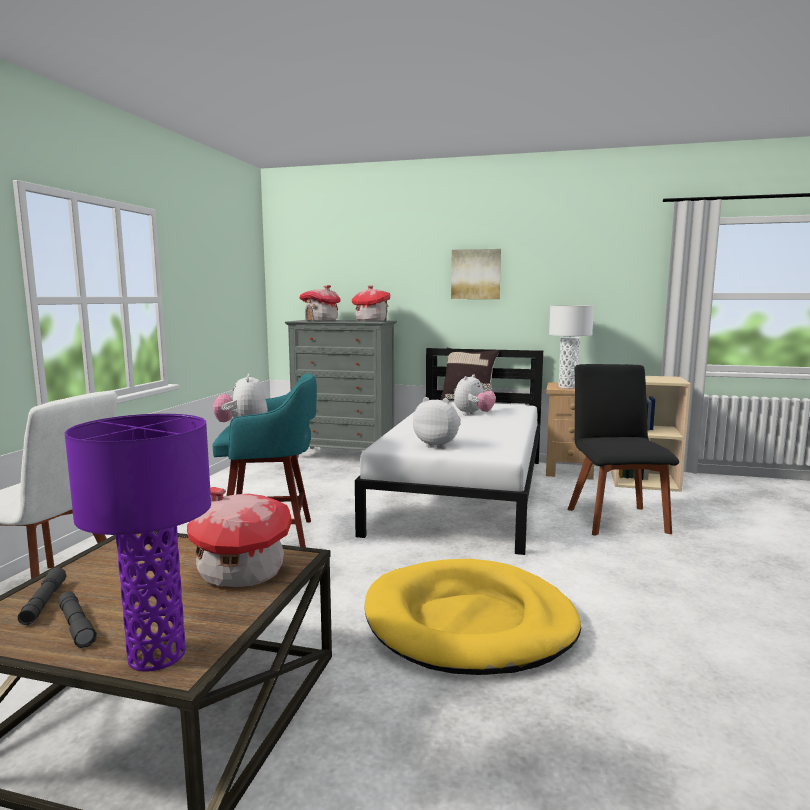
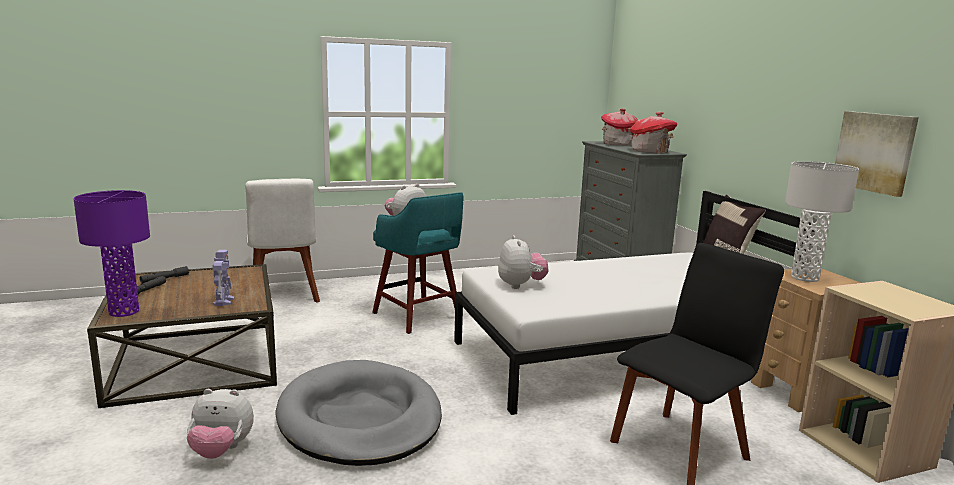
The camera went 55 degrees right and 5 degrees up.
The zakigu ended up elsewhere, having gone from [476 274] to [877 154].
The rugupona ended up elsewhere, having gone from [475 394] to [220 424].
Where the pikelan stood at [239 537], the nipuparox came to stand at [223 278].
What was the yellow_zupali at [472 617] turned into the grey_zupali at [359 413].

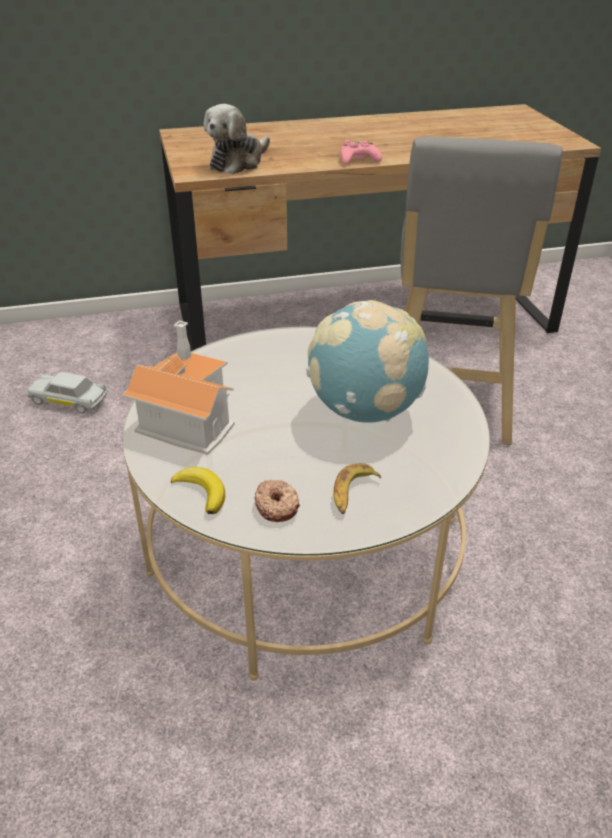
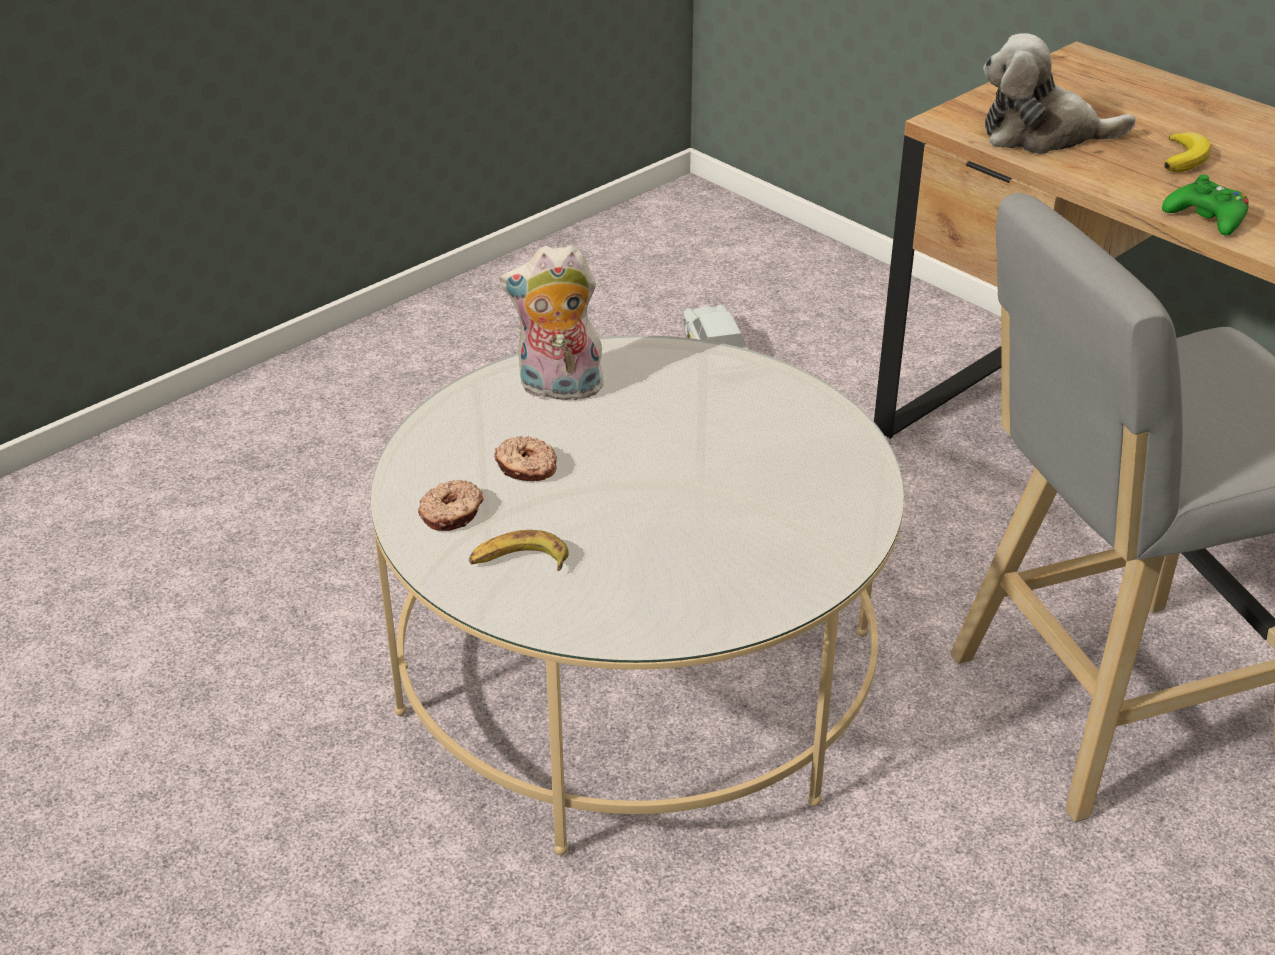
The camera went 60 degrees right and 0 degrees up.
The second view lost the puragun at [367 361].
The second view gained the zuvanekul at [525 458].
The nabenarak ended up elsewhere, having gone from [198 490] to [1187 152].
Where the pikelan stood at [178 388], the rugupona came to stand at [554 325].
What was the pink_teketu at [361 152] turned into the green_teketu at [1205 205].

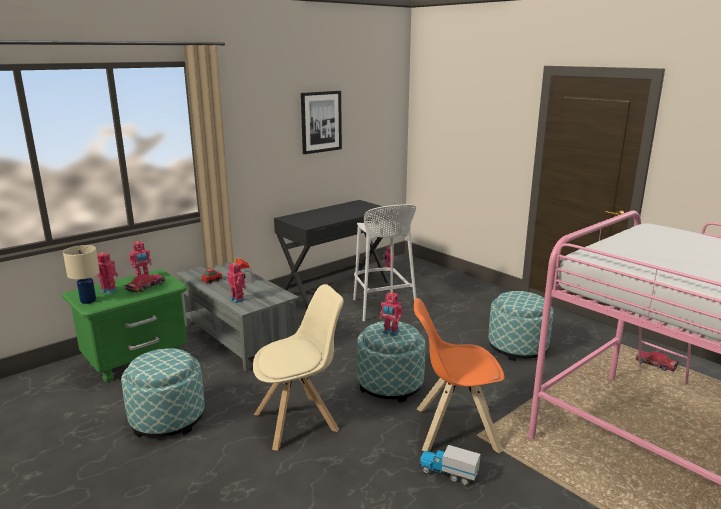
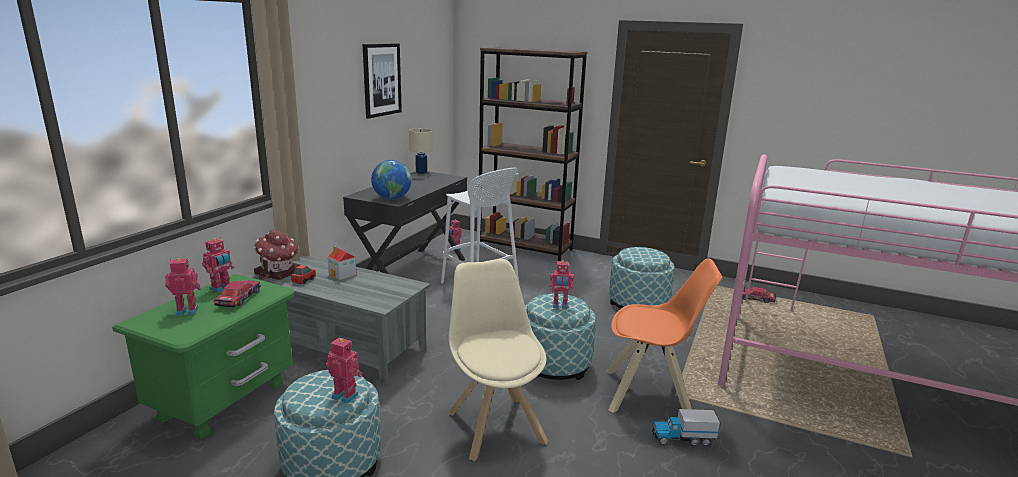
The camera went 25 degrees left and 0 degrees up.
The second view gained the pikelan at [276 255].
The second view gained the puragun at [391 180].
The second view gained the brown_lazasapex at [533 154].
The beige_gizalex ended up elsewhere, having gone from [81 274] to [421 151].
The nipuparox ended up elsewhere, having gone from [236 283] to [344 371].
The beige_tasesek at [298 367] ended up facing another way, 60 degrees counterclockwise from before.
The orange_tasesek at [459 375] ended up facing another way, 150 degrees counterclockwise from before.

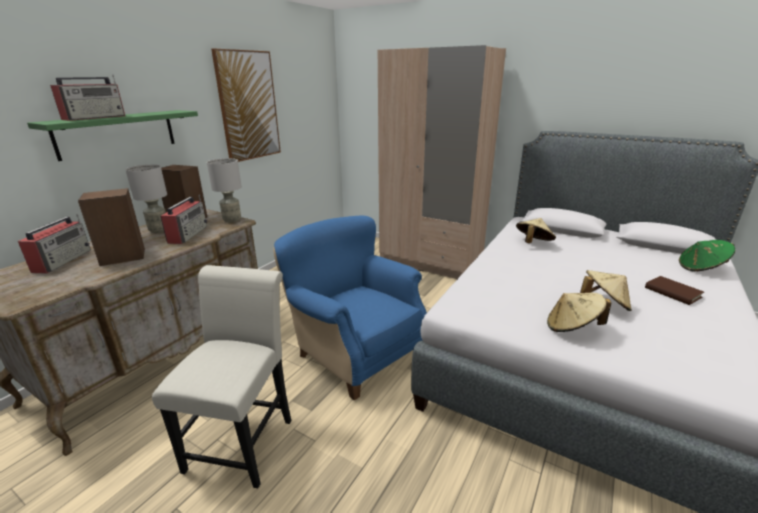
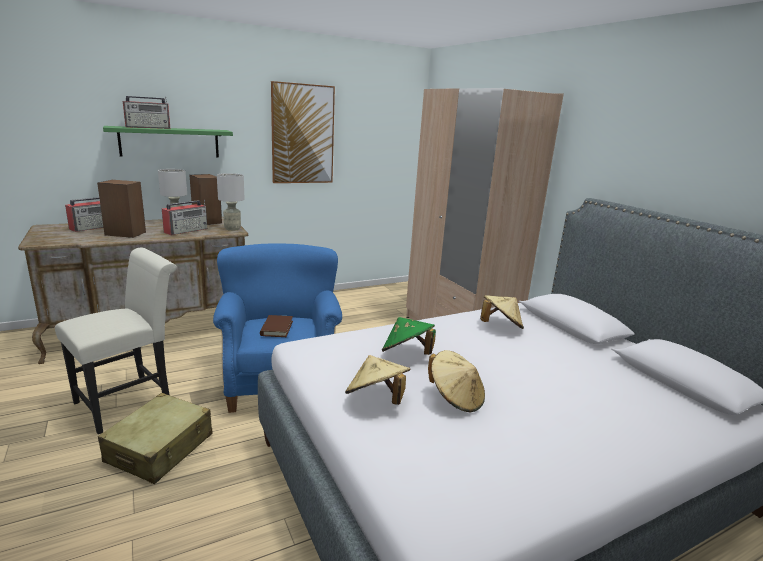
The camera went 30 degrees right and 5 degrees down.
The second view gained the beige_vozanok at [155 438].
The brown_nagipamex ended up elsewhere, having gone from [674 290] to [276 326].
The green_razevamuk ended up elsewhere, having gone from [707 255] to [409 336].

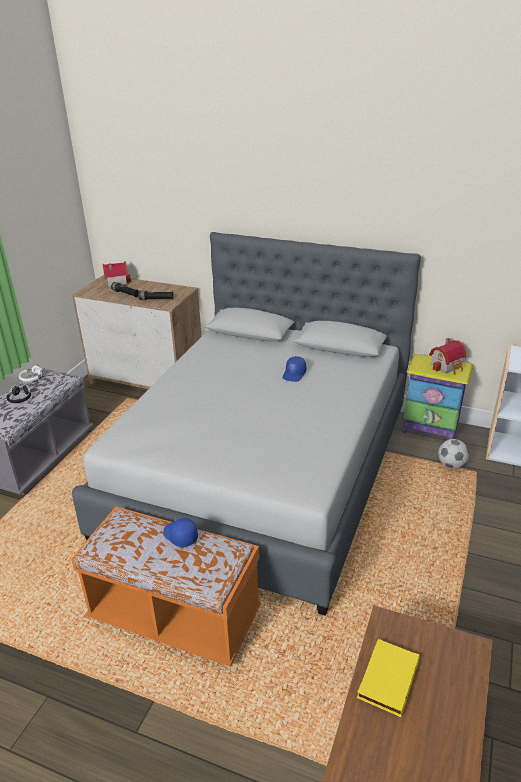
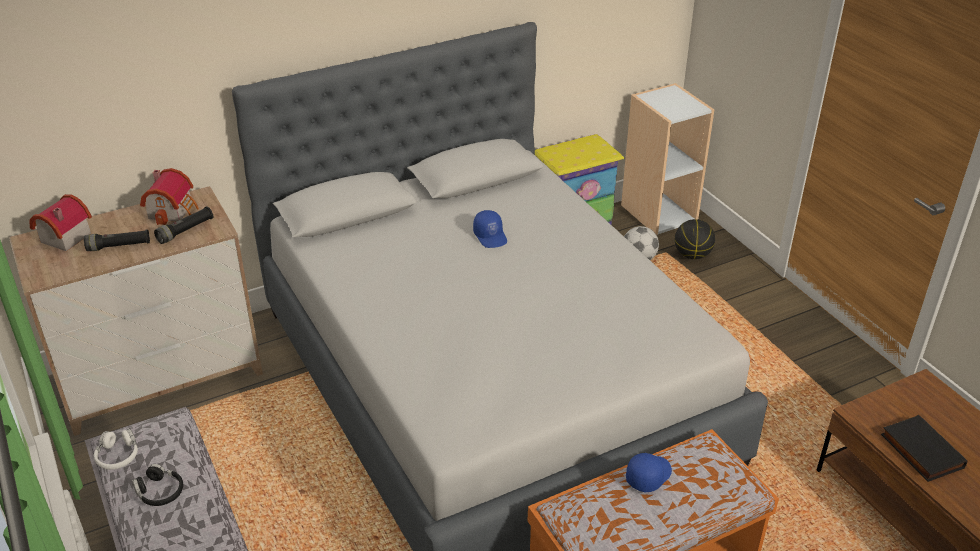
The camera went 50 degrees left and 5 degrees up.
The second view gained the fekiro at [695 239].
The pikelan ended up elsewhere, having gone from [447 356] to [169 196].
What was the yellow_nagipamex at [388 678] turned into the black_nagipamex at [924 448].
The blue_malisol at [180 532] ended up facing another way, 135 degrees clockwise from before.

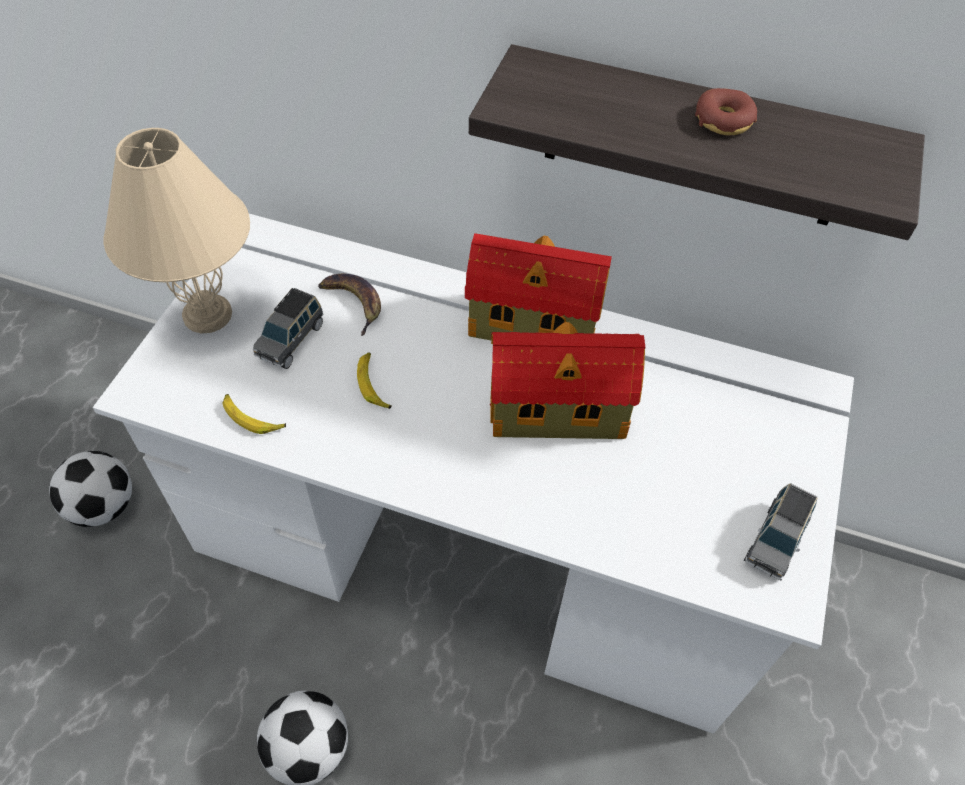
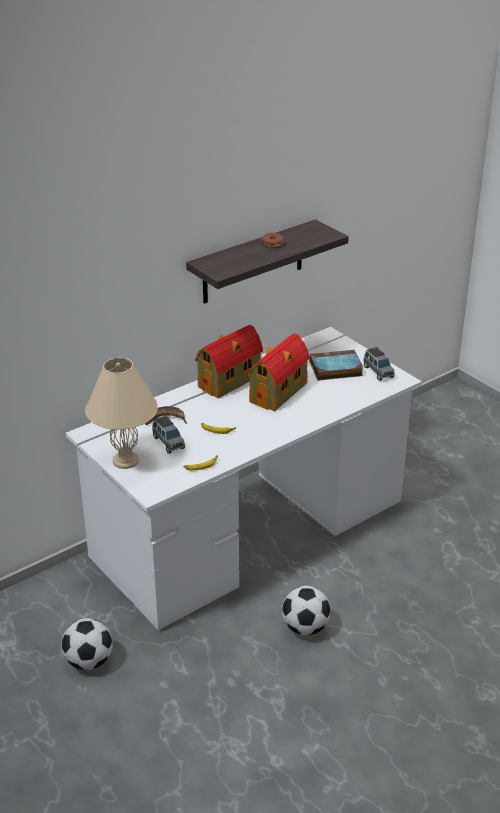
The camera went 55 degrees left and 20 degrees down.
The second view gained the nagipamex at [337 365].

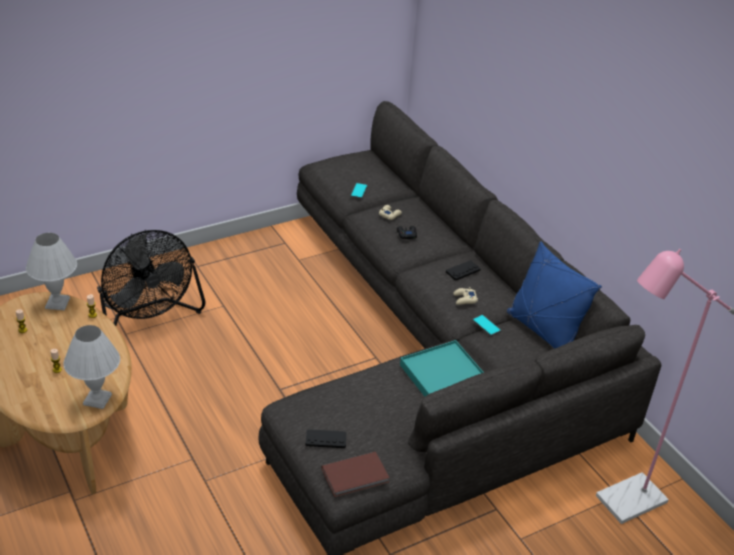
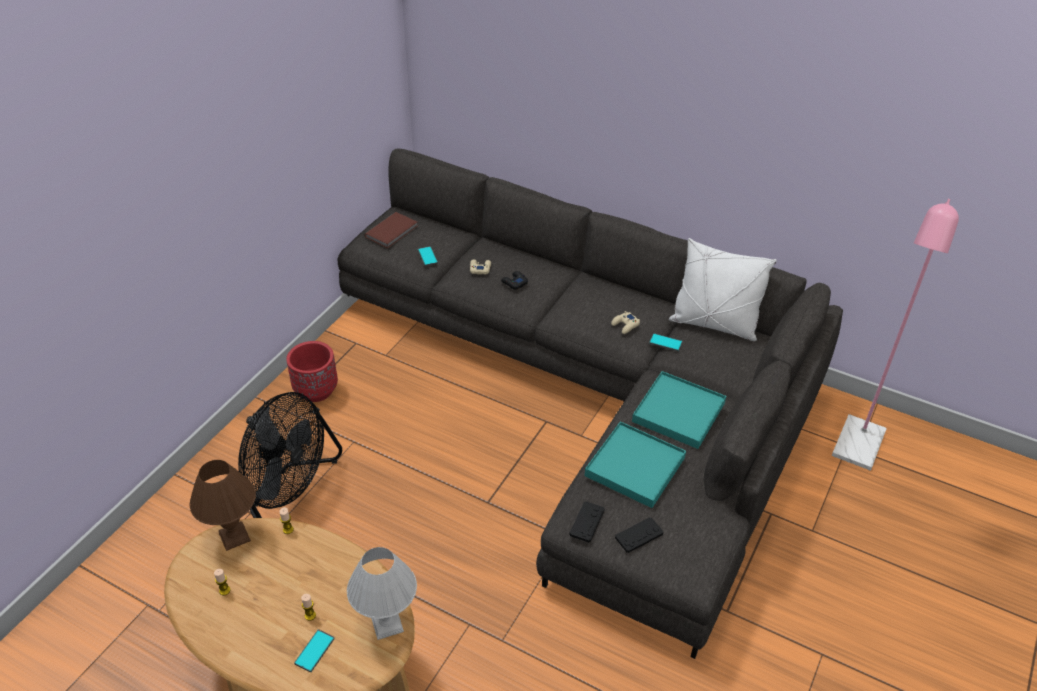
The camera went 30 degrees left and 5 degrees up.
The second view gained the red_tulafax at [312 371].
The second view gained the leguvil at [314 650].
The second view gained the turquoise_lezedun at [635 464].
The brown_nagipamex ended up elsewhere, having gone from [356 474] to [391 230].
The black_teketu ended up elsewhere, having gone from [463 270] to [587 522].
What was the white_gizalex at [51 271] turned into the brown_gizalex at [223 505].
What was the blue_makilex at [554 295] turned into the white_makilex at [723 289].

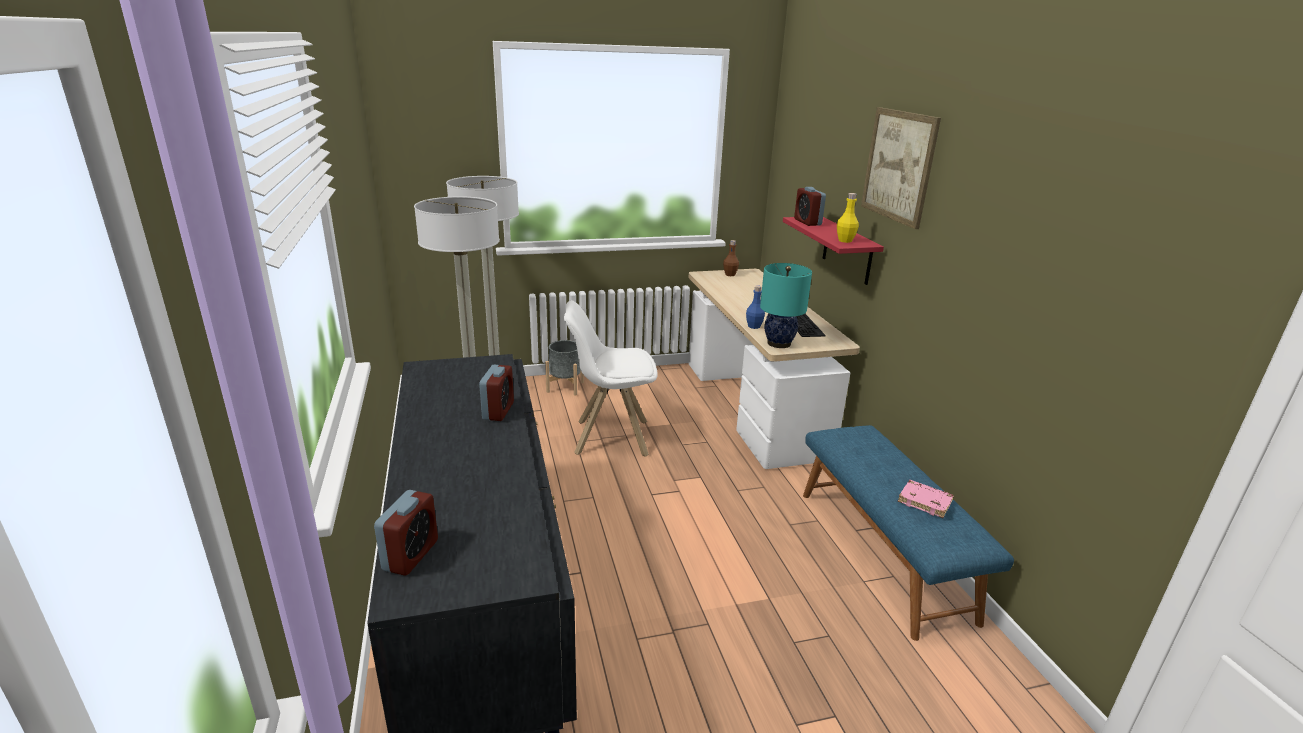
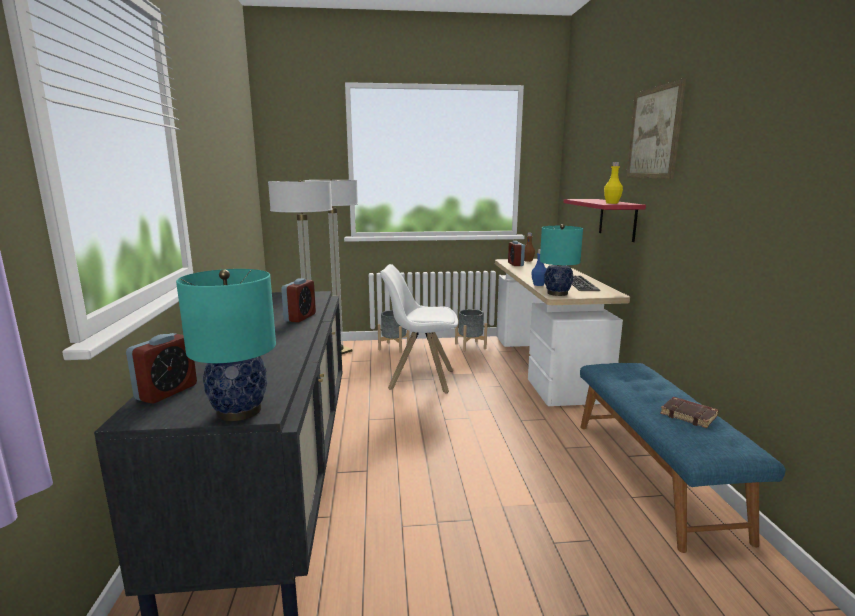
The camera went 10 degrees right and 10 degrees down.
The second view gained the turquoise_gizalex at [226 345].
The second view gained the grey_tulafax at [471 330].
The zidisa ended up elsewhere, having gone from [810 206] to [516 253].
What was the pink_nagipamex at [926 499] turned into the brown_nagipamex at [689 412].

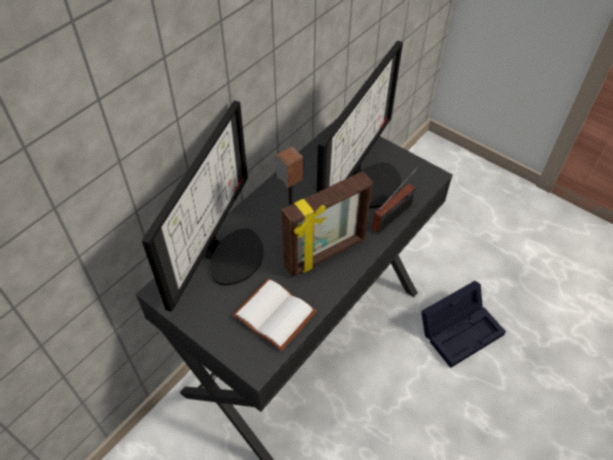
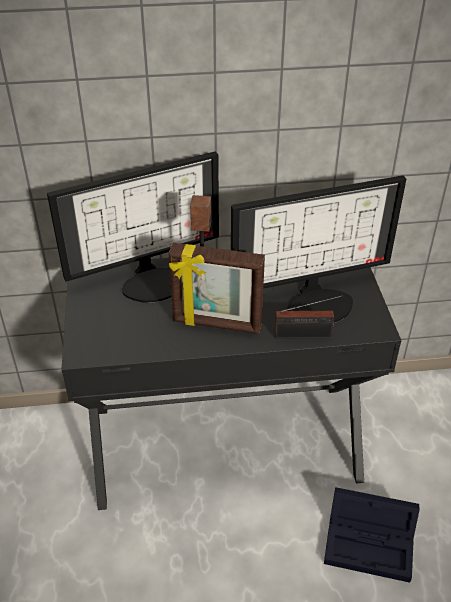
The camera went 45 degrees right and 10 degrees down.
The second view lost the white_nagipamex at [275 314].

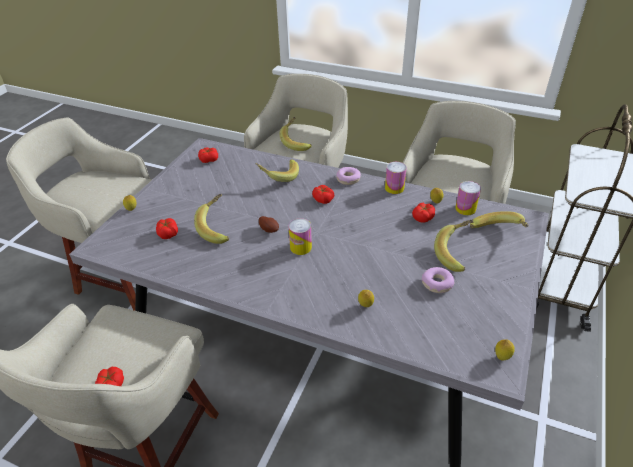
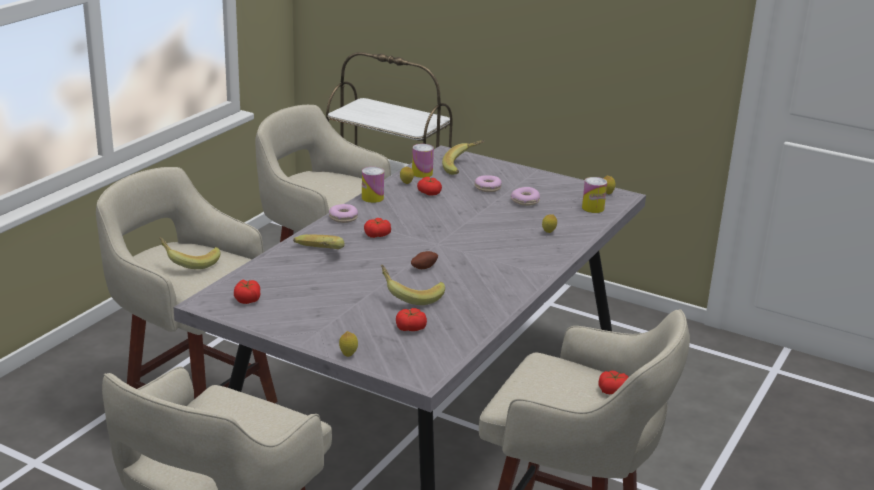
The camera went 85 degrees left and 15 degrees down.
The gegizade ended up elsewhere, having gone from [300 236] to [594 195].
Where the nabenarak stood at [454 246], the zuvanekul came to stand at [488 183].

